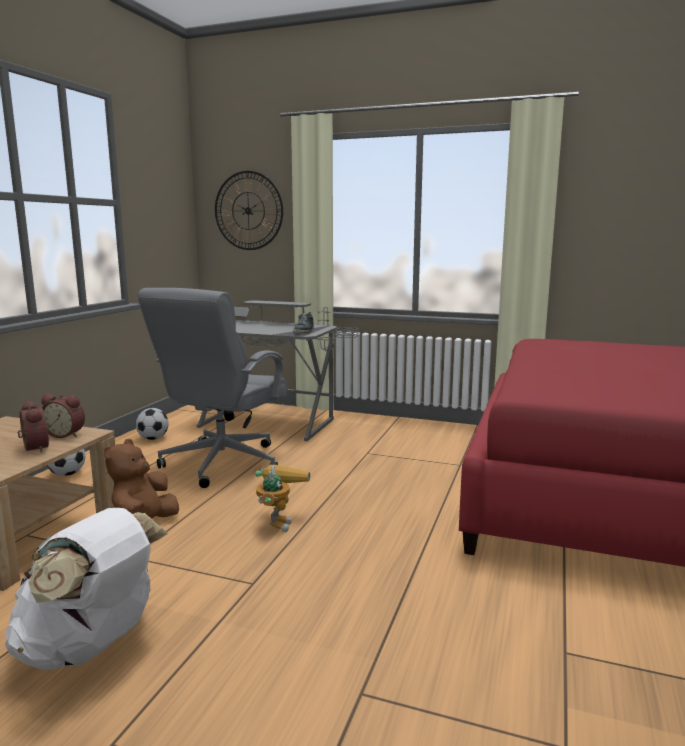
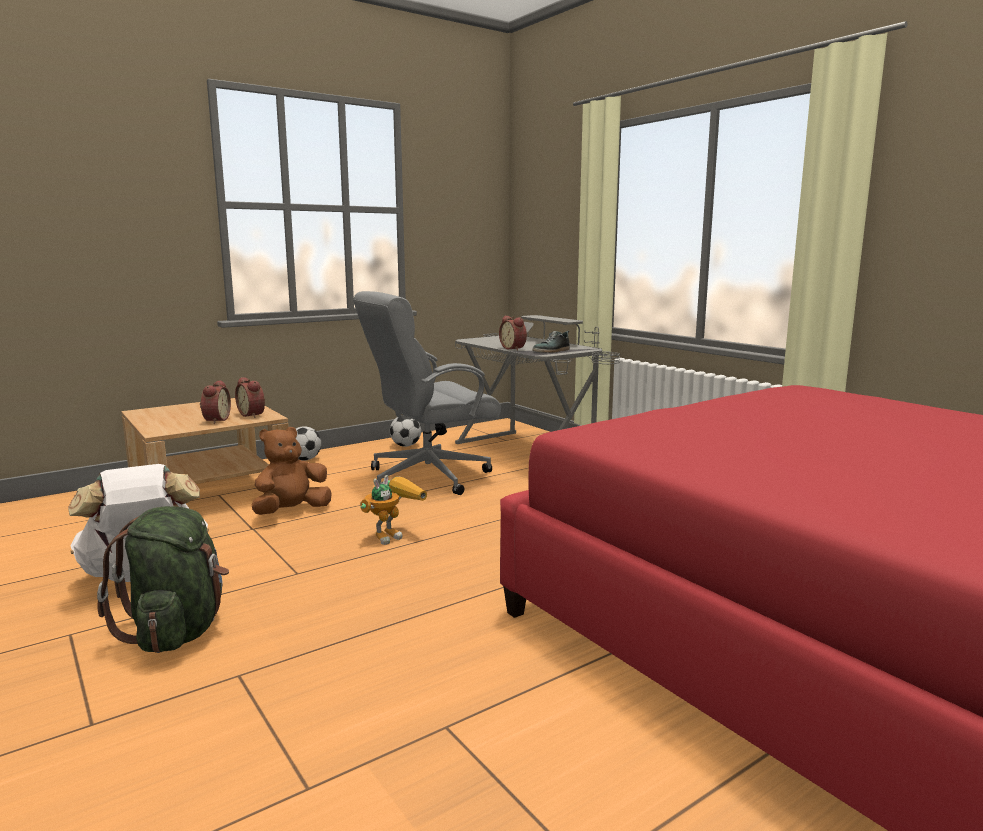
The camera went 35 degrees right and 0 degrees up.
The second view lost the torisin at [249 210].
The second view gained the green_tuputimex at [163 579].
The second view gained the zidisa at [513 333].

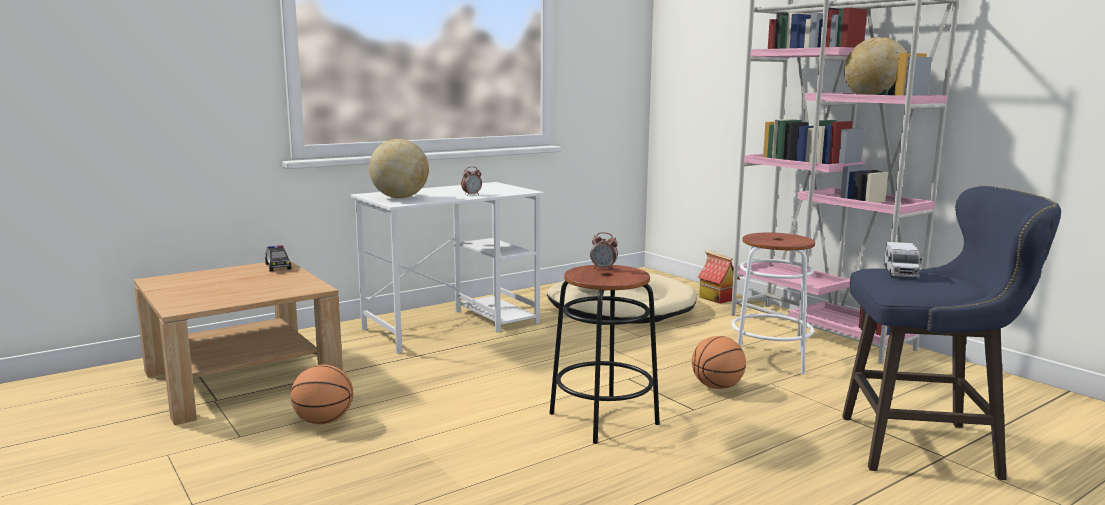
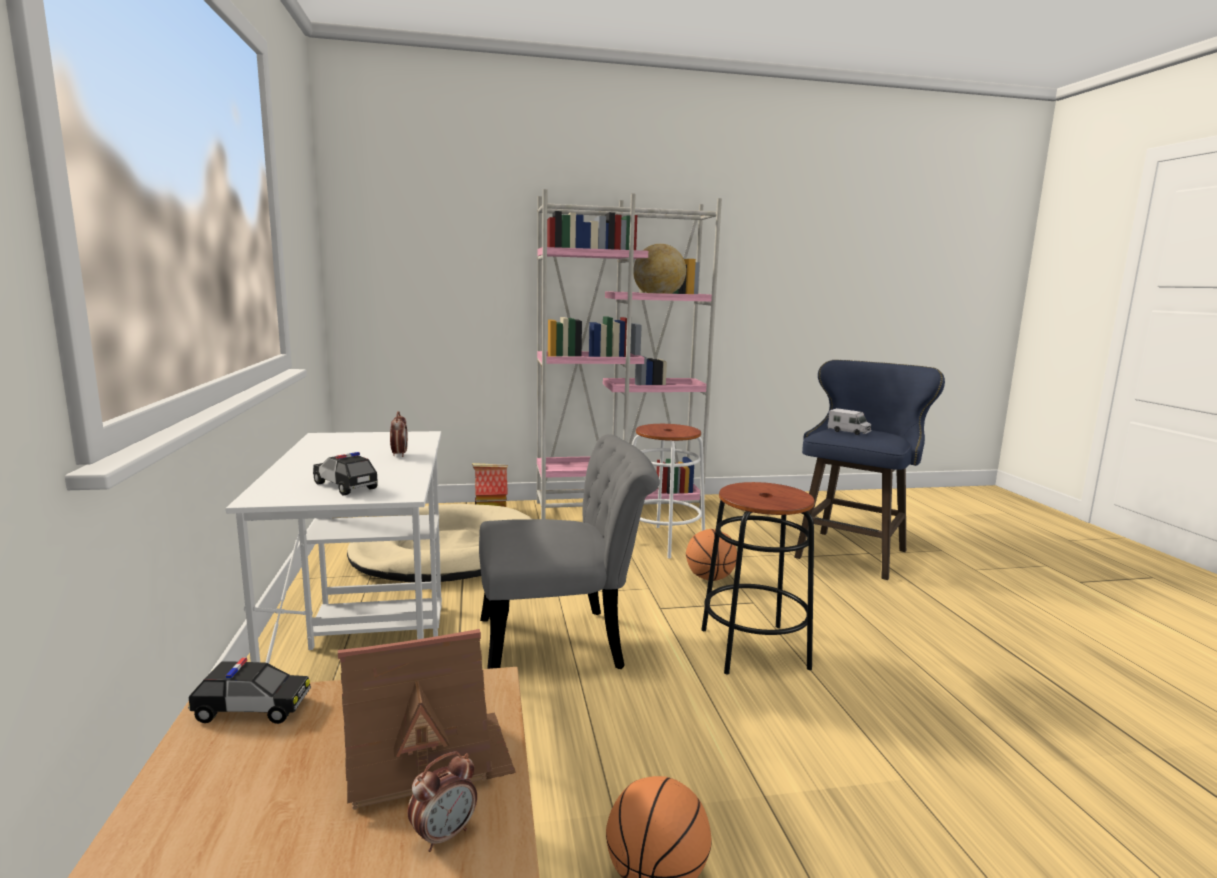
The camera went 65 degrees left and 0 degrees up.
The second view gained the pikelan at [427 719].
The second view gained the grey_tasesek at [569 551].
The zidisa ended up elsewhere, having gone from [604 251] to [442 801].
Where the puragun stood at [399 168], the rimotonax came to stand at [345 474].

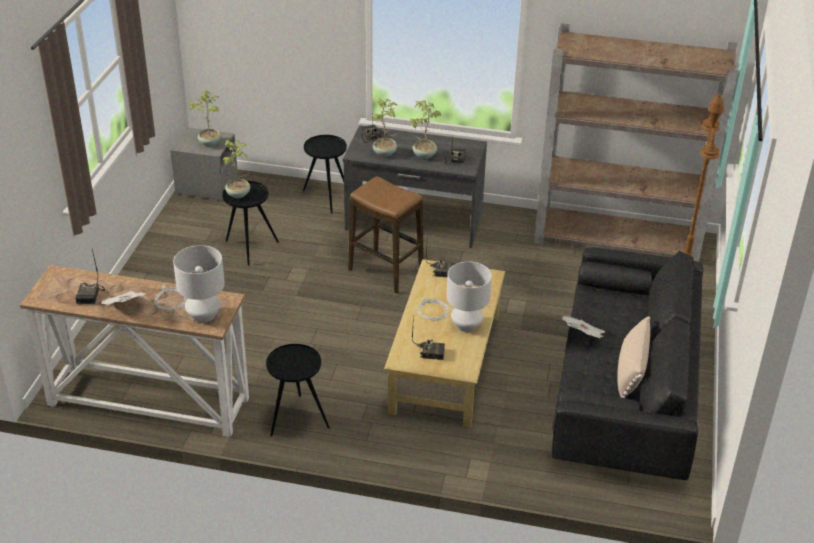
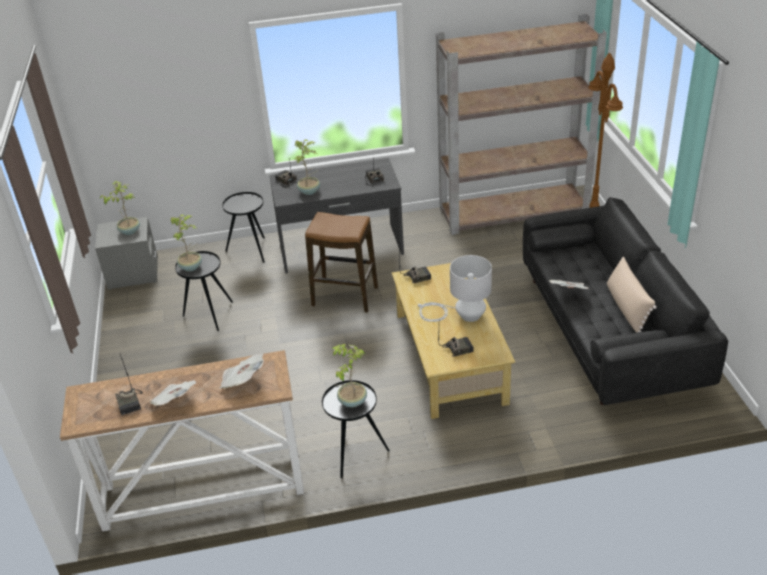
The camera went 20 degrees left and 0 degrees up.
The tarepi ended up elsewhere, having gone from [425 129] to [349 375].
Where the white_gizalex stood at [189 284], the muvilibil came to stand at [241 371].

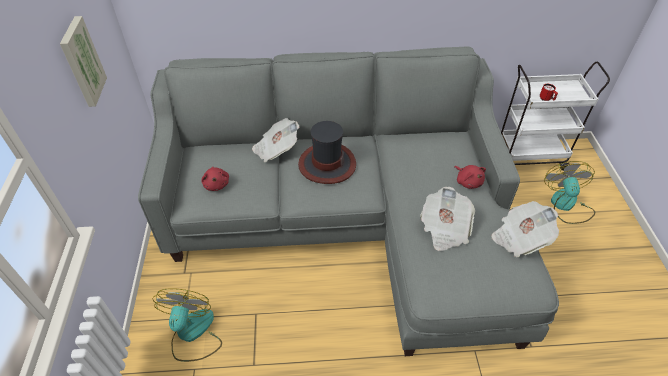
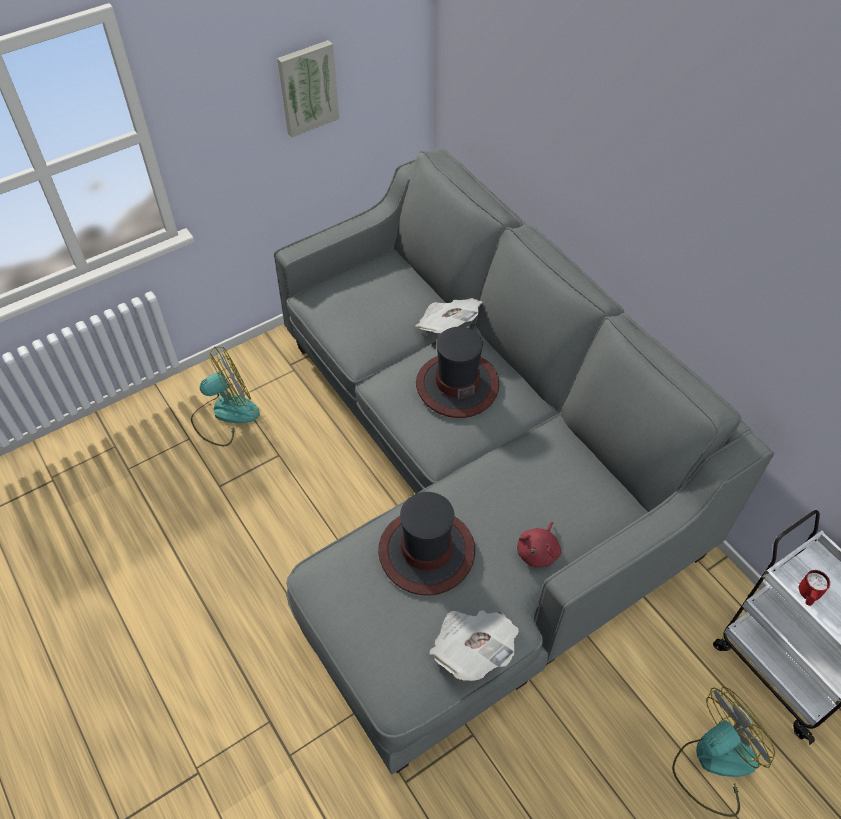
The camera went 60 degrees right and 5 degrees up.
The second view lost the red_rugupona at [215 179].
Where the muvilibil stood at [447 219], the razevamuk came to stand at [426 544].

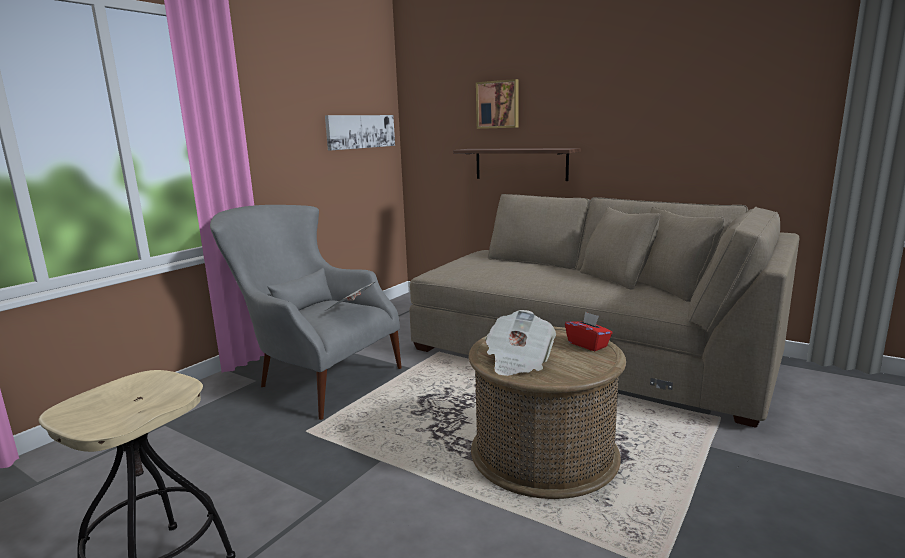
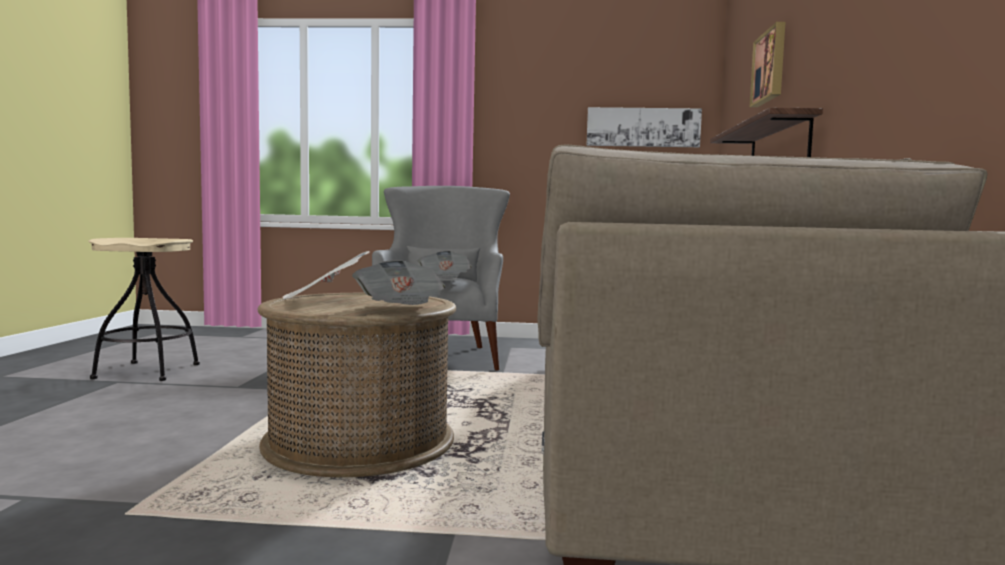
The camera went 60 degrees right and 10 degrees down.
Where the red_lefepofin stood at [589 331], the muvilibil came to stand at [398 282].

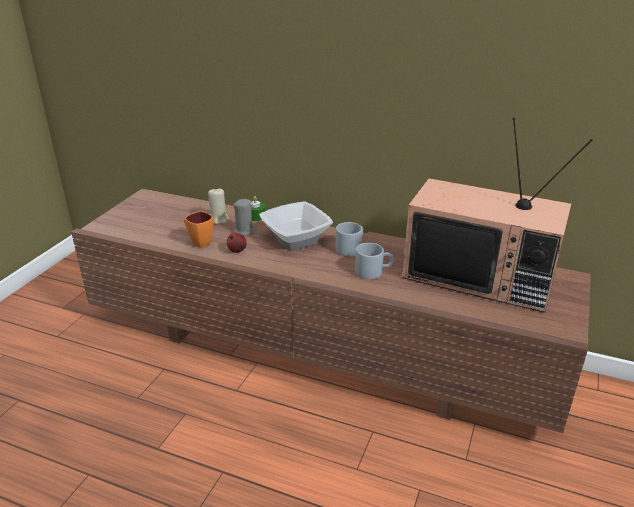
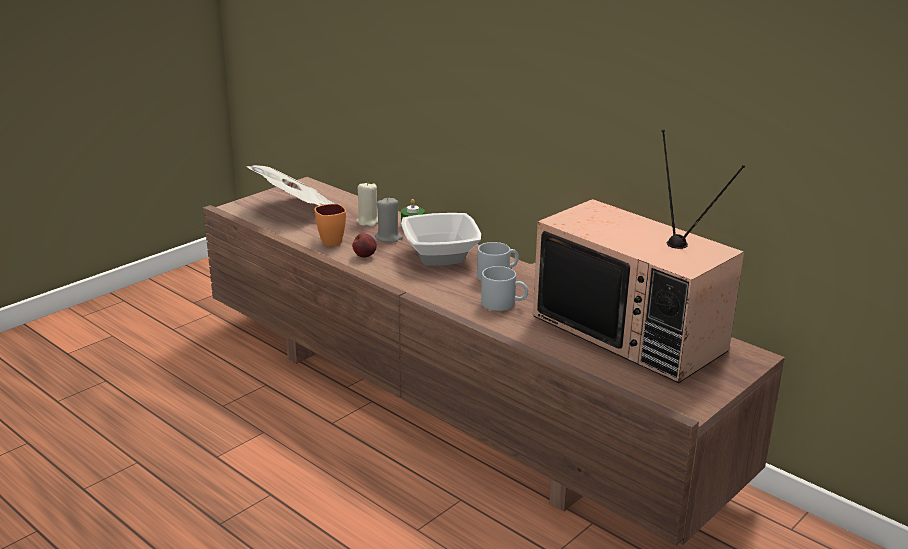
The camera went 20 degrees right and 5 degrees down.
The second view gained the muvilibil at [290 185].

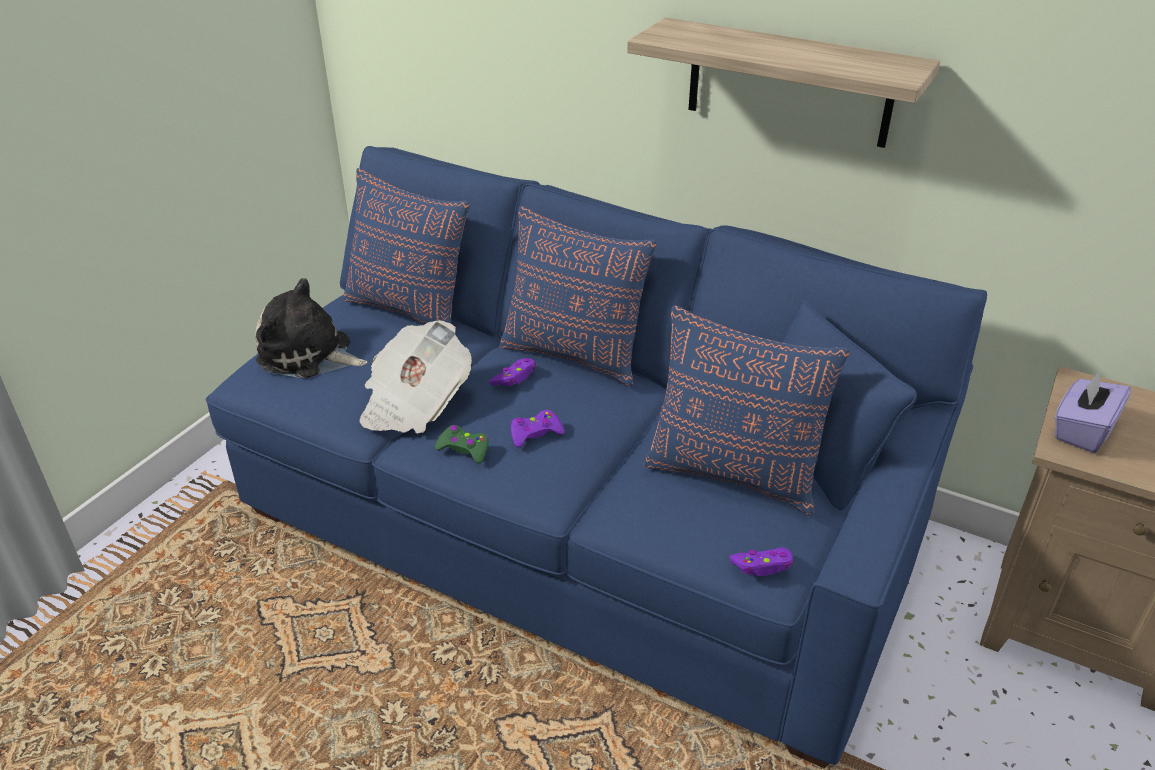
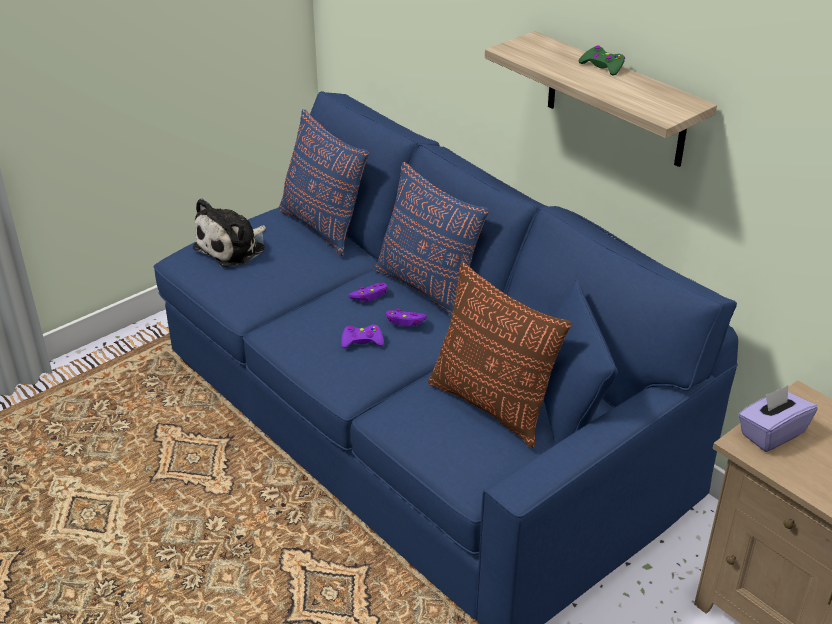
The camera went 20 degrees right and 0 degrees up.
The second view lost the muvilibil at [416 377].
The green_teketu ended up elsewhere, having gone from [462 444] to [602 60].
The purple_teketu ended up elsewhere, having gone from [761 561] to [406 317].
What was the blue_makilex at [747 410] turned into the brown_makilex at [499 355].
The rugupona at [311 328] ended up facing another way, 90 degrees counterclockwise from before.

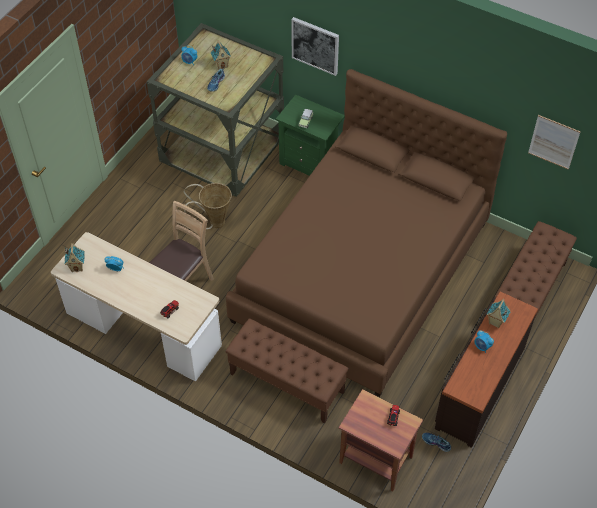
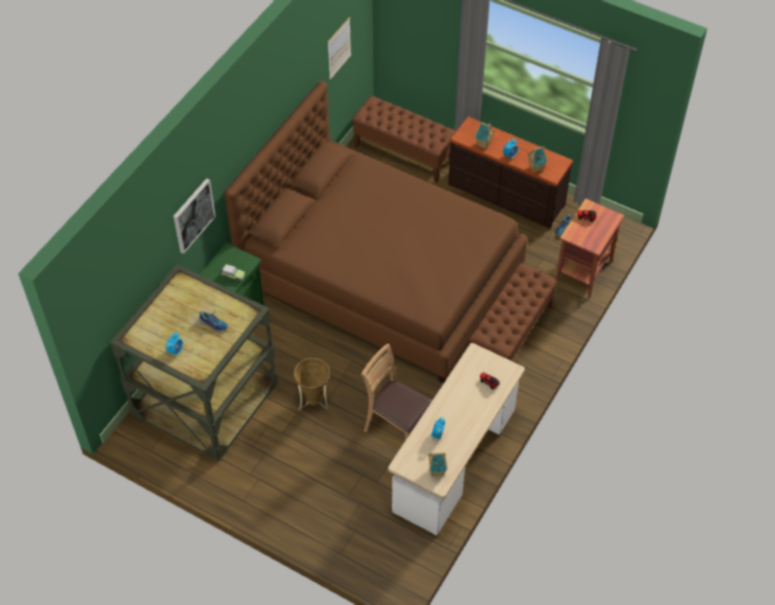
The camera went 90 degrees left and 0 degrees up.
The pikelan ended up elsewhere, having gone from [221 55] to [537 159].

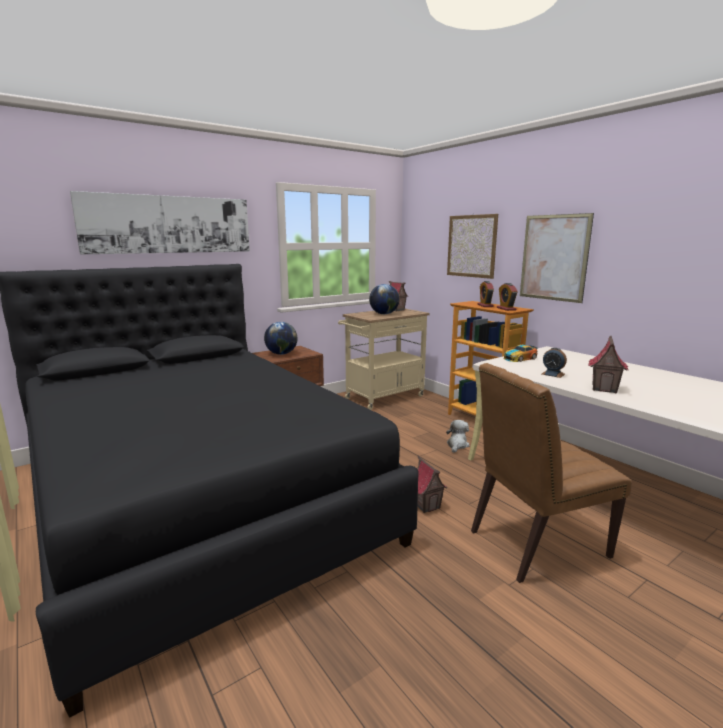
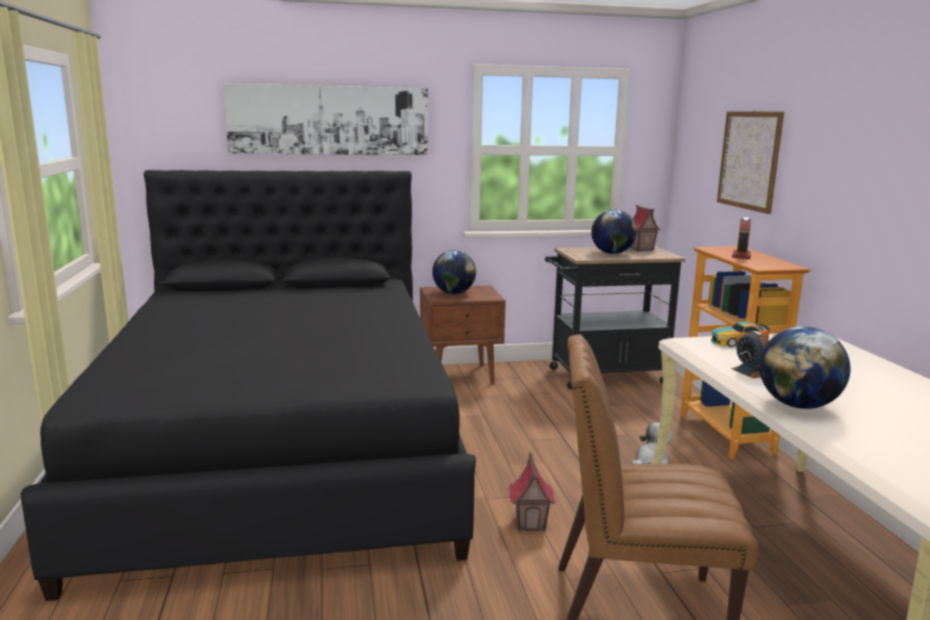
The camera went 25 degrees right and 0 degrees up.
The second view lost the zidisa at [507 297].
The second view lost the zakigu at [557 258].
Where the pikelan stood at [608 364], the puragun came to stand at [804 367].
What was the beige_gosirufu at [383 359] turned into the black_gosirufu at [615 318].

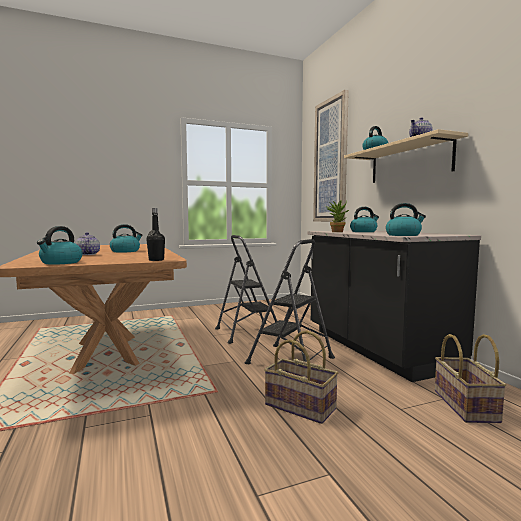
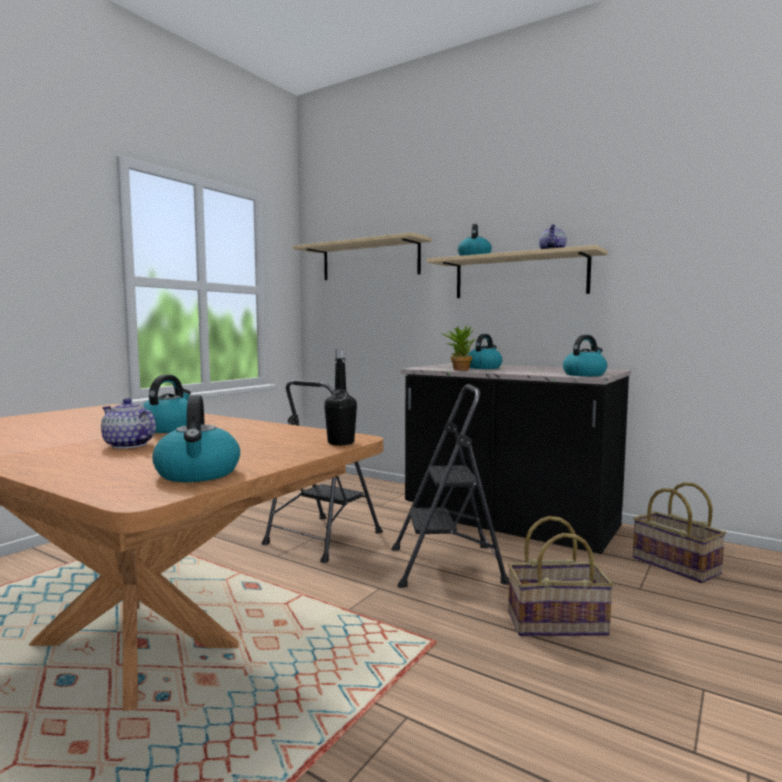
The camera went 35 degrees left and 0 degrees up.
Where the zakigu hung at [331 156], the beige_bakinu came to hang at [362 256].

